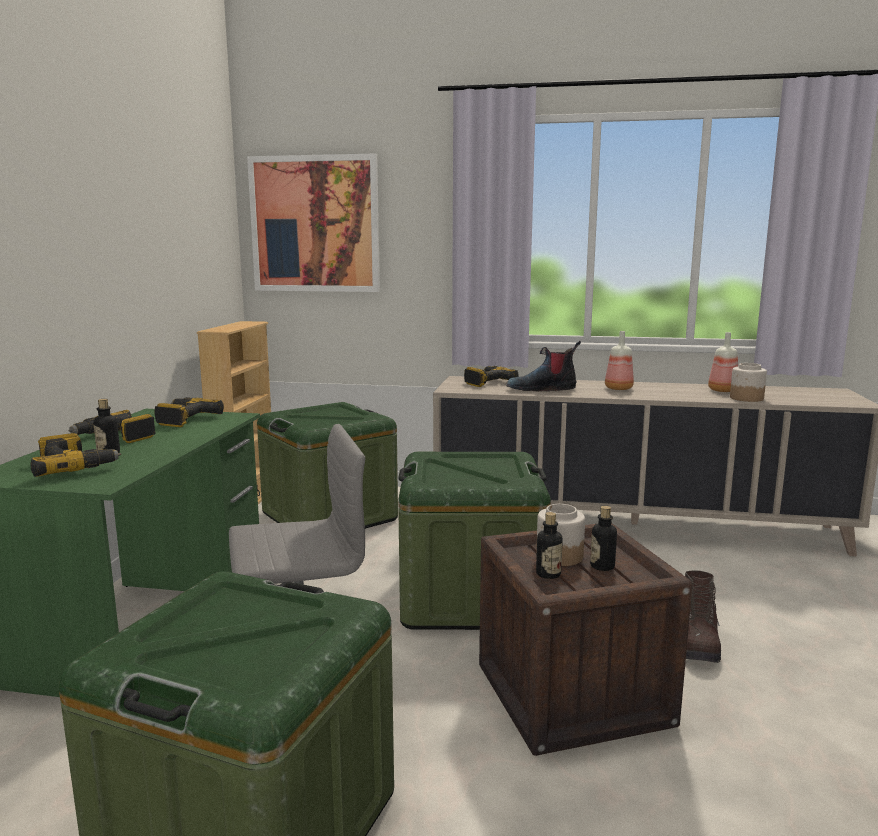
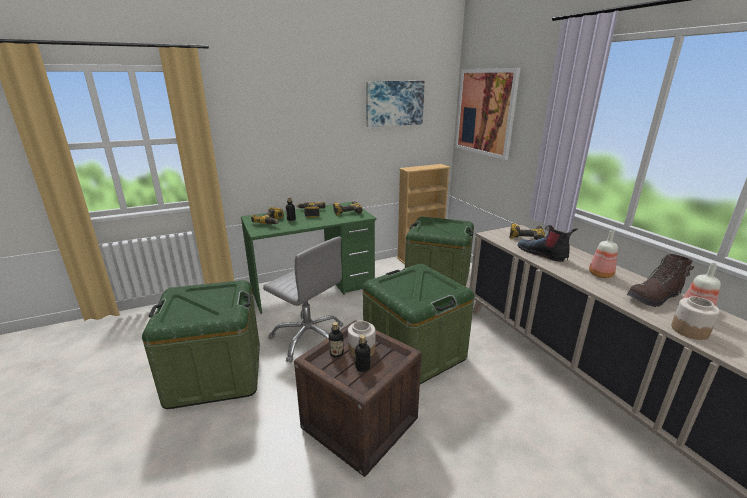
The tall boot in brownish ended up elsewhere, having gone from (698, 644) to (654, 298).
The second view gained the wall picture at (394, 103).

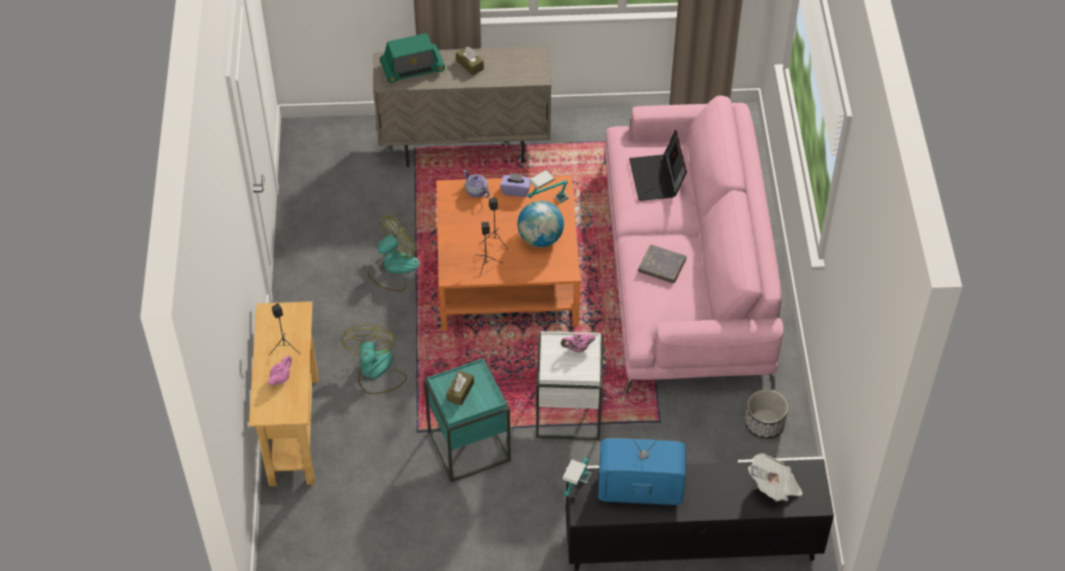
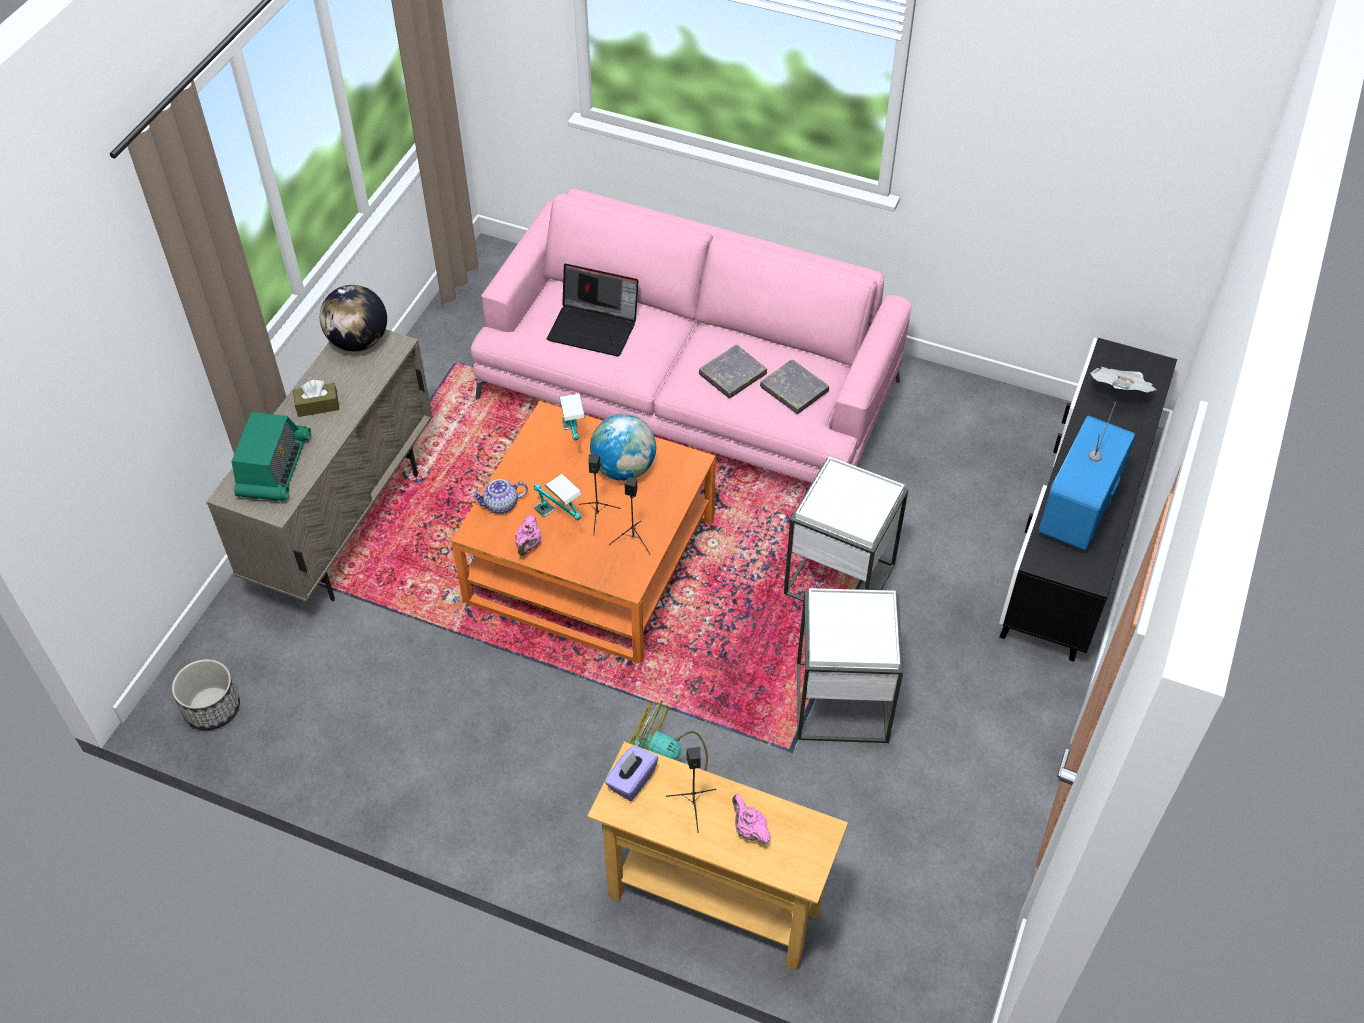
The second view lost the fan at (393, 268).
What was the side table in turquoise-coloured at (468, 446) turned into the side table in white-coloured at (841, 702).
The second view lost the tissue box in brownish at (460, 391).
The tissue box in purplish ended up elsewhere, having gone from (515, 190) to (631, 780).
The pot for tea in pinkish ended up elsewhere, having gone from (577, 348) to (528, 545).
The lamp for a table ended up elsewhere, having gone from (576, 492) to (560, 524).
The plant pot ended up elsewhere, having gone from (764, 424) to (212, 708).
The second view gained the world globe at (358, 341).
The second view gained the bound book in greyish at (794, 390).

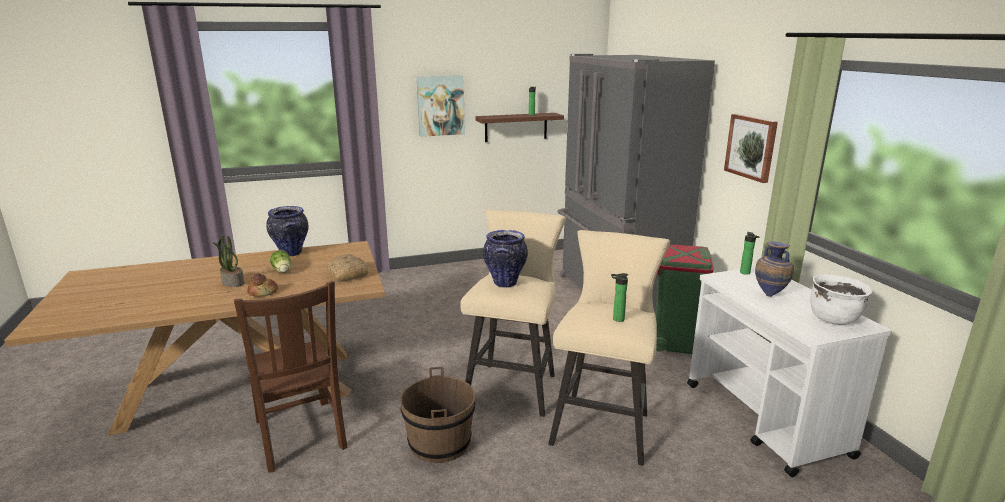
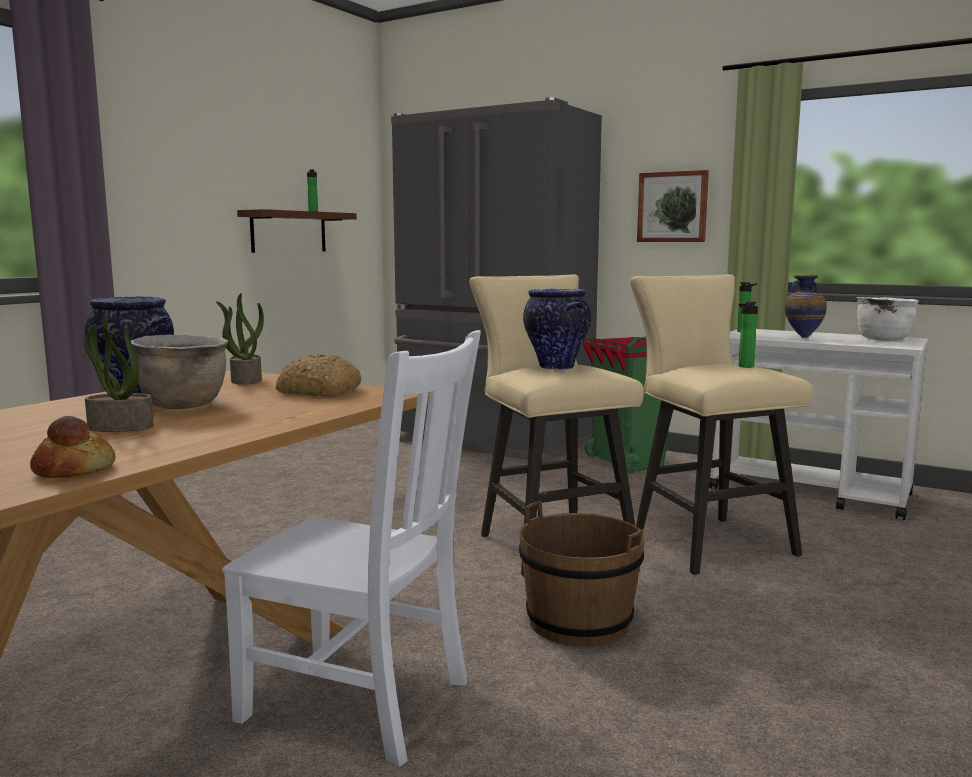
What was the plain chair in brownish at (300, 436) turned into the plain chair in white-coloured at (362, 702).
The bakery bread ended up elsewhere, having gone from (263, 292) to (74, 470).
Where the lettuce stood at (282, 271), the saucepot in brownish came to stand at (184, 405).
The second view lost the wall picture at (440, 106).
The second view gained the plant in a pot at (245, 380).

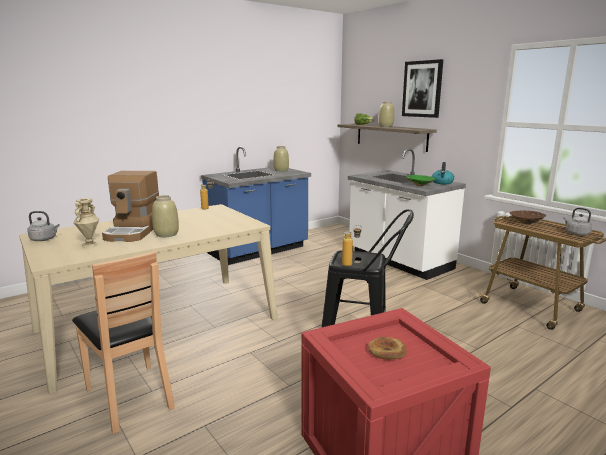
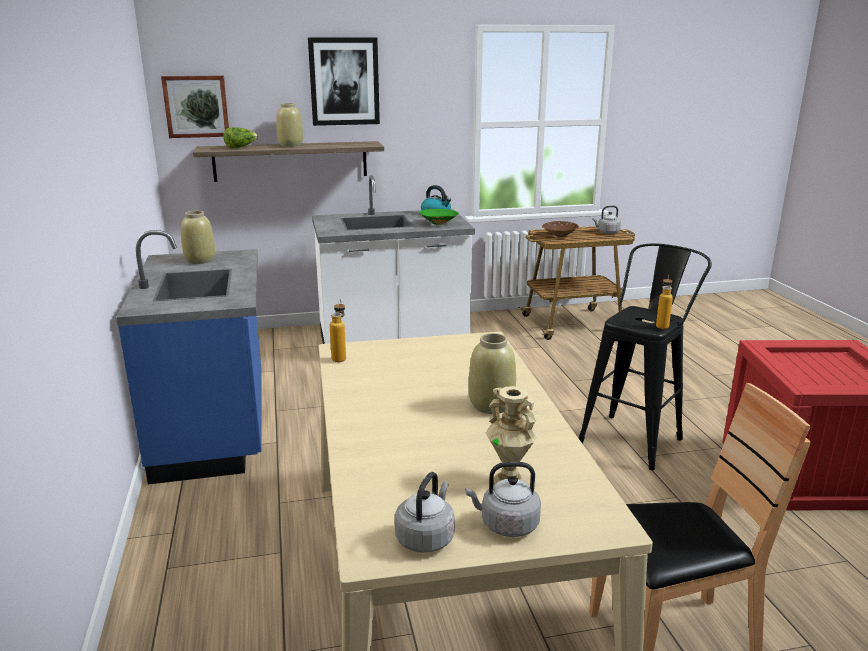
The second view lost the coffee machine at (134, 231).
The second view lost the bakery bread at (387, 351).
The second view gained the wall picture at (196, 106).
The second view gained the tea kettle in greyish at (506, 525).

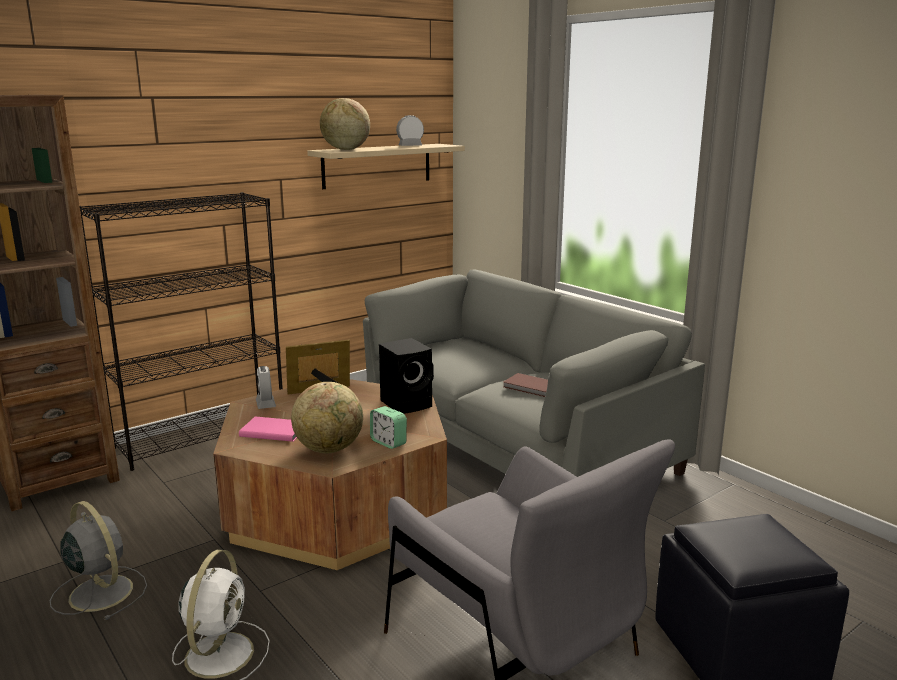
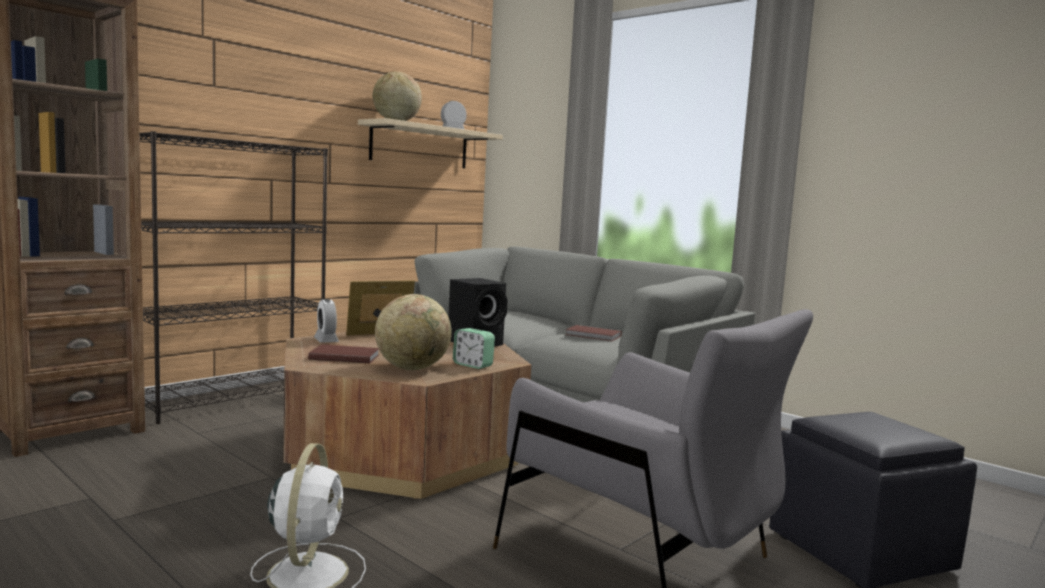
The second view lost the fan in greyish at (99, 592).
What was the bound book in pinkish at (273, 431) turned into the bound book in brownish at (344, 356).

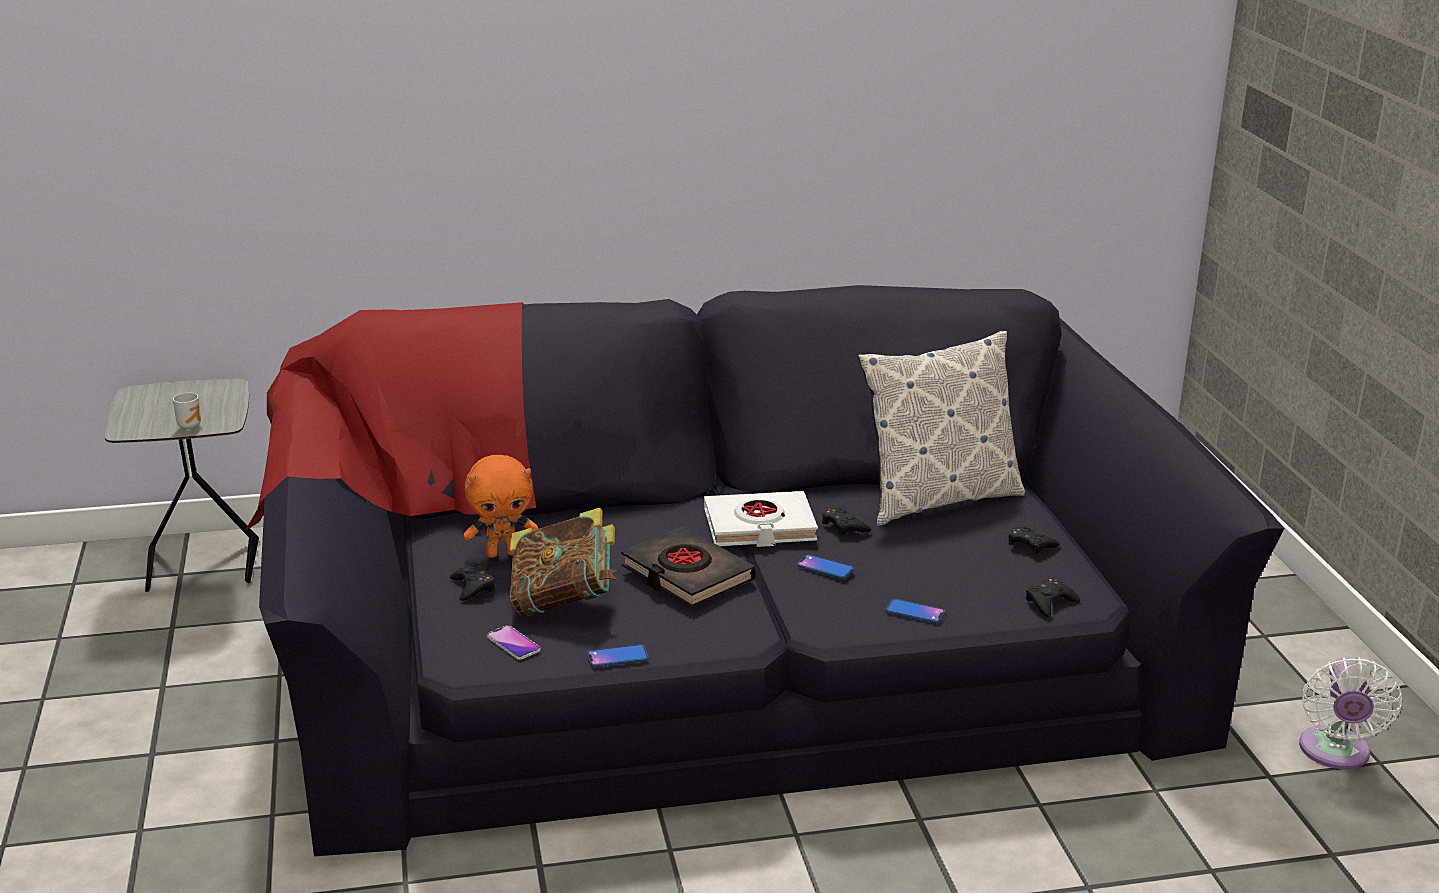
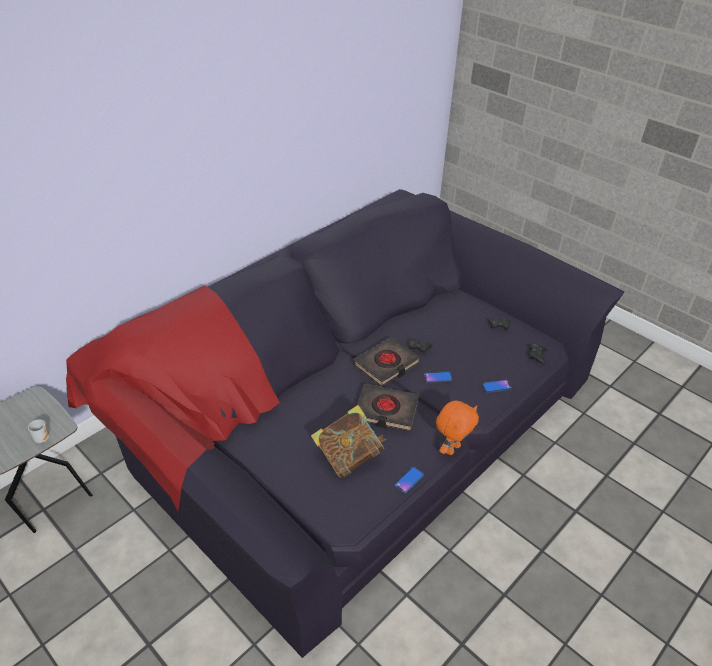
The second view lost the game controller in black-coloured at (473, 587).
The cuddly toy in orangey ended up elsewhere, having gone from (502, 553) to (452, 448).
The second view lost the phone at (513, 644).
What was the bound book in white-coloured at (759, 527) turned into the bound book in black-coloured at (386, 364).
The second view lost the pillow at (937, 498).
The second view lost the fan in white-coloured at (1334, 753).

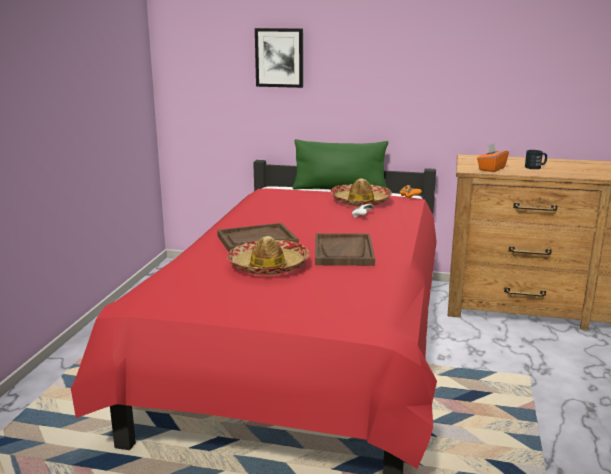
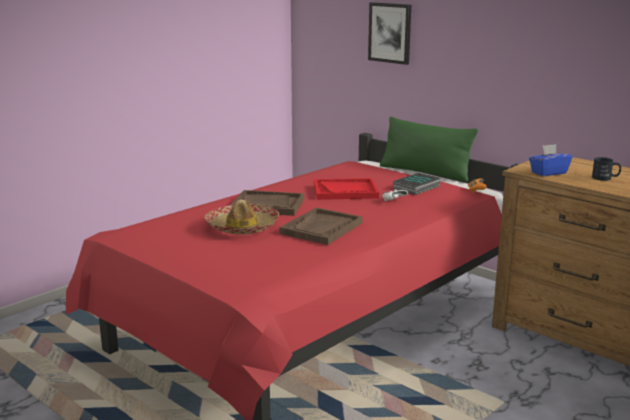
Where the hat stood at (360, 202), the bound book came to stand at (417, 187).
What was the tissue box in orangey at (491, 169) turned into the tissue box in blue at (548, 172).
The second view gained the serving tray in red at (345, 191).

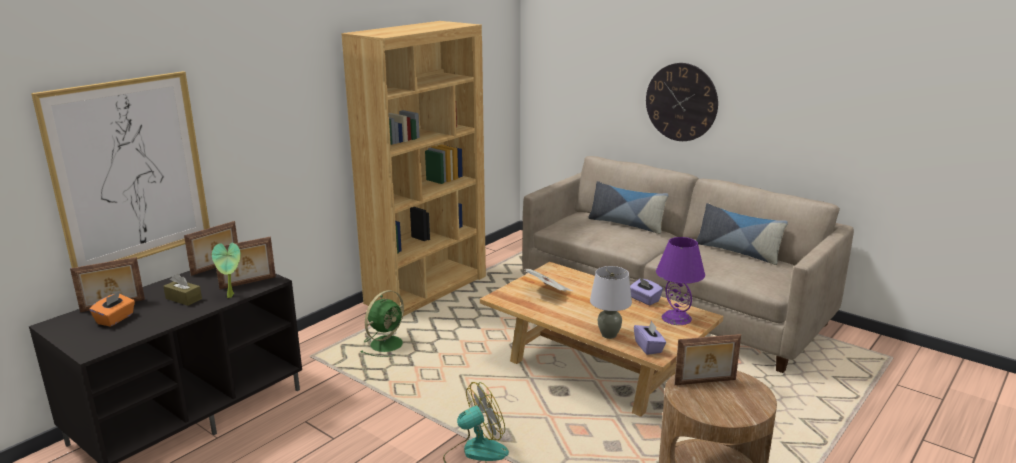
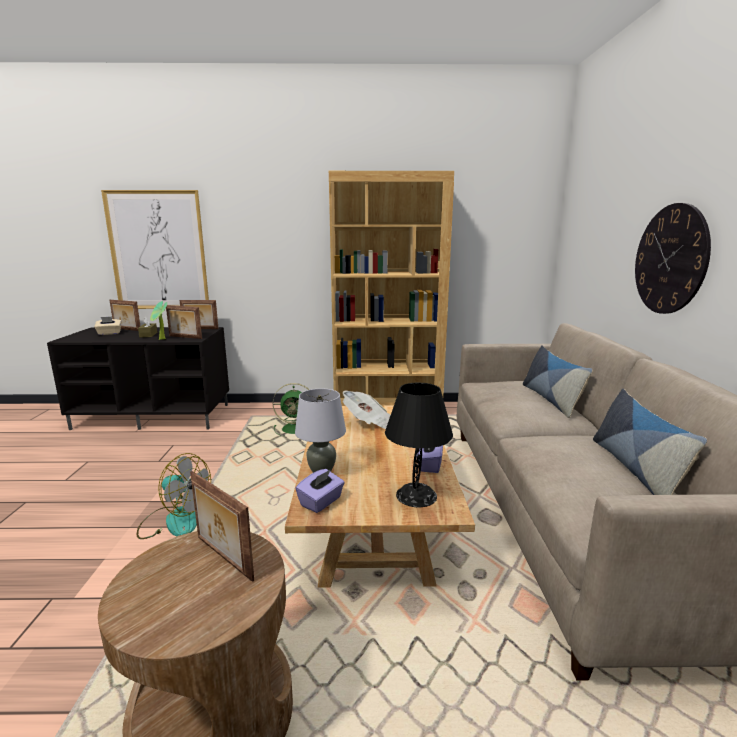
What was the tissue box in orangey at (115, 319) turned into the tissue box in beige-coloured at (109, 333).
What was the lamp for a table in purplish at (676, 318) turned into the lamp for a table in black-coloured at (416, 496).

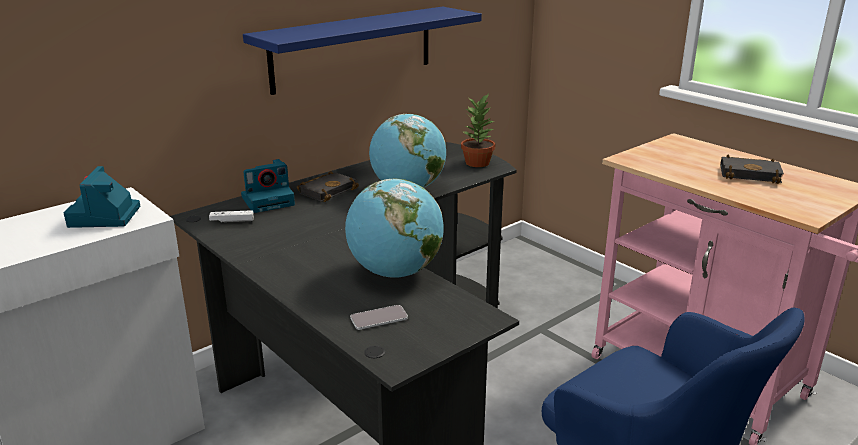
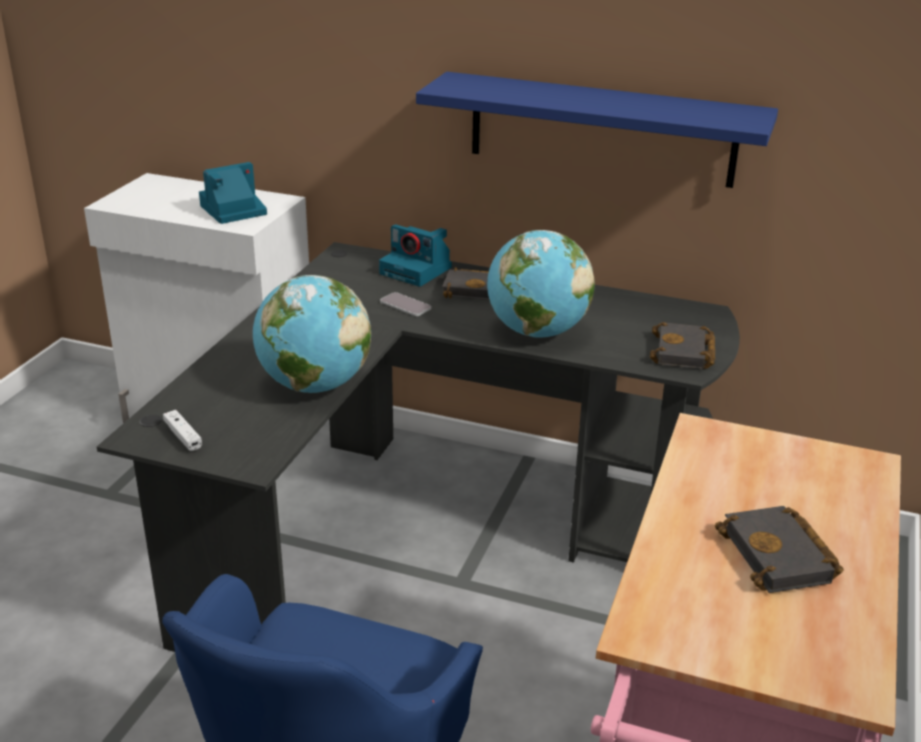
The game controller in white-coloured ended up elsewhere, having gone from (232, 221) to (183, 436).
The phone ended up elsewhere, having gone from (379, 318) to (405, 305).
Where the plant in a pot stood at (478, 163), the bound book in black-coloured came to stand at (684, 353).

